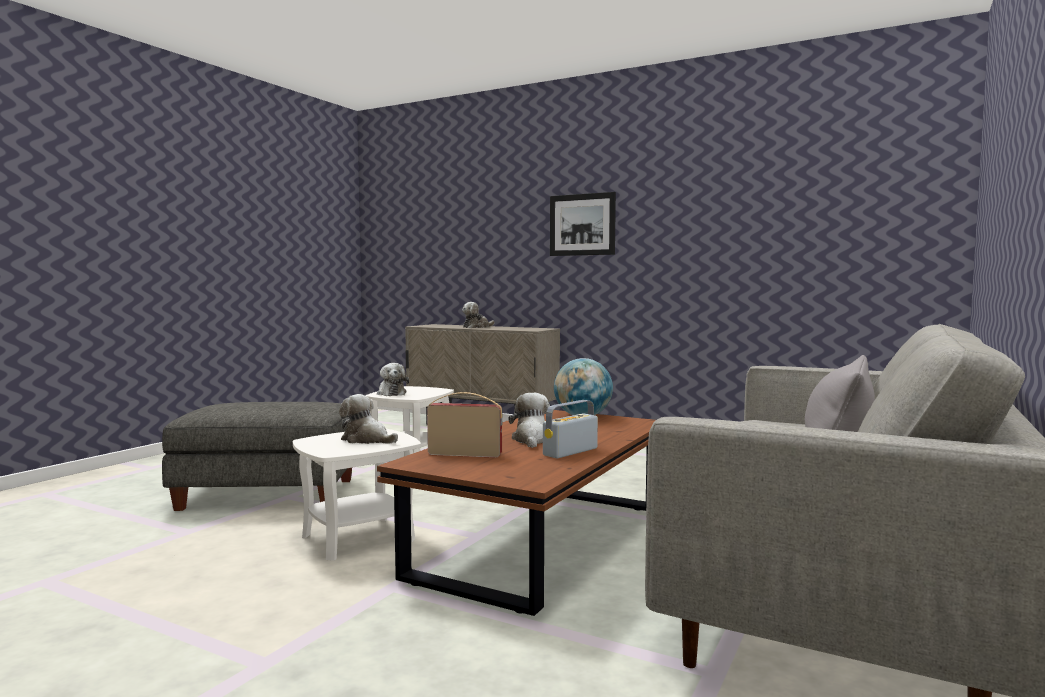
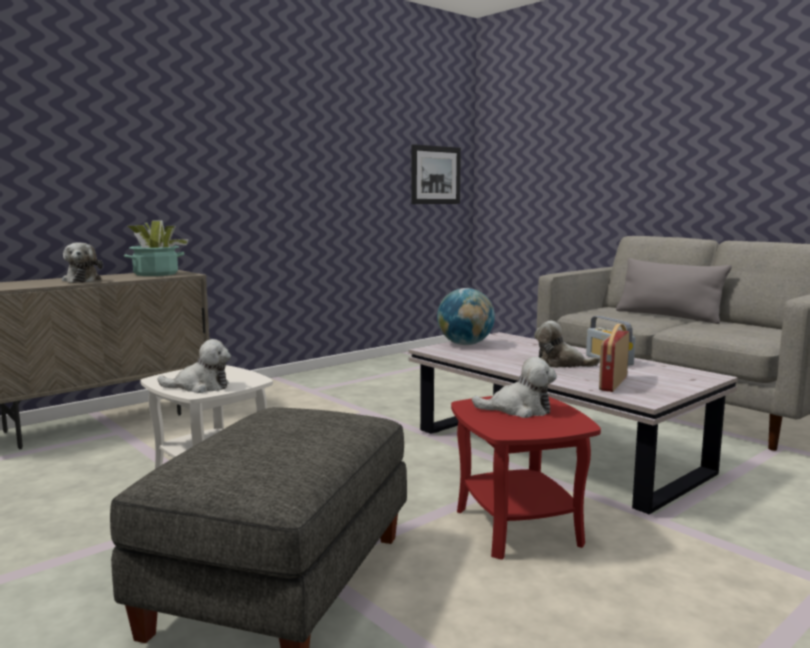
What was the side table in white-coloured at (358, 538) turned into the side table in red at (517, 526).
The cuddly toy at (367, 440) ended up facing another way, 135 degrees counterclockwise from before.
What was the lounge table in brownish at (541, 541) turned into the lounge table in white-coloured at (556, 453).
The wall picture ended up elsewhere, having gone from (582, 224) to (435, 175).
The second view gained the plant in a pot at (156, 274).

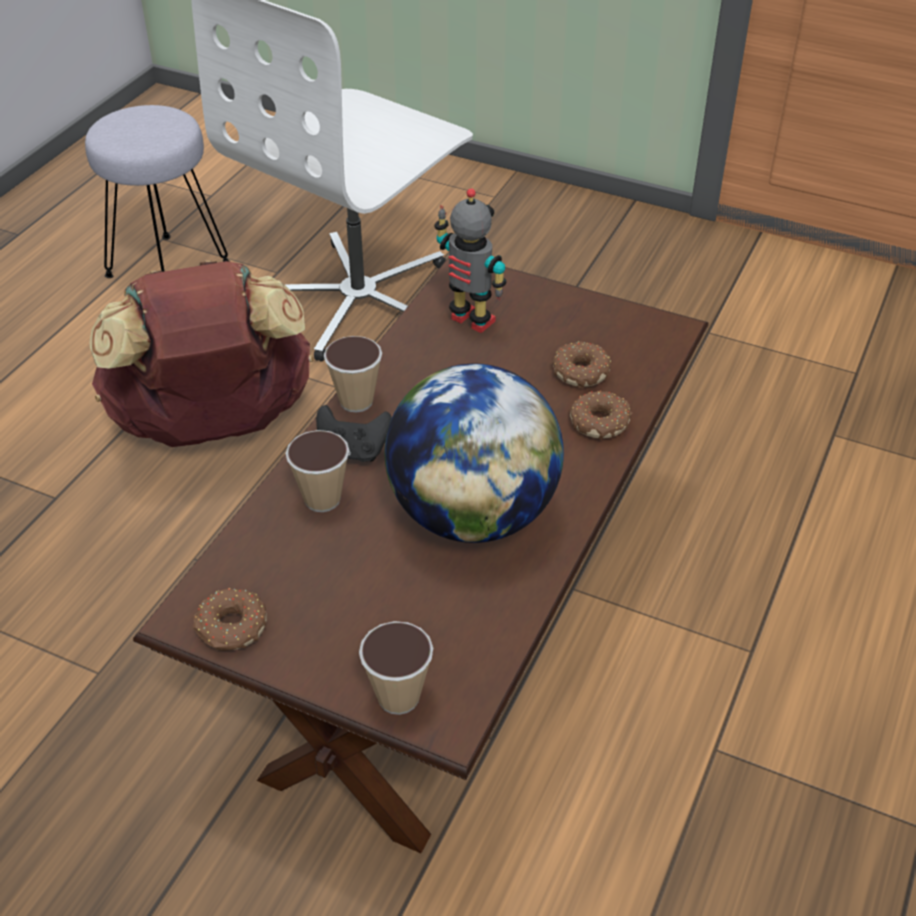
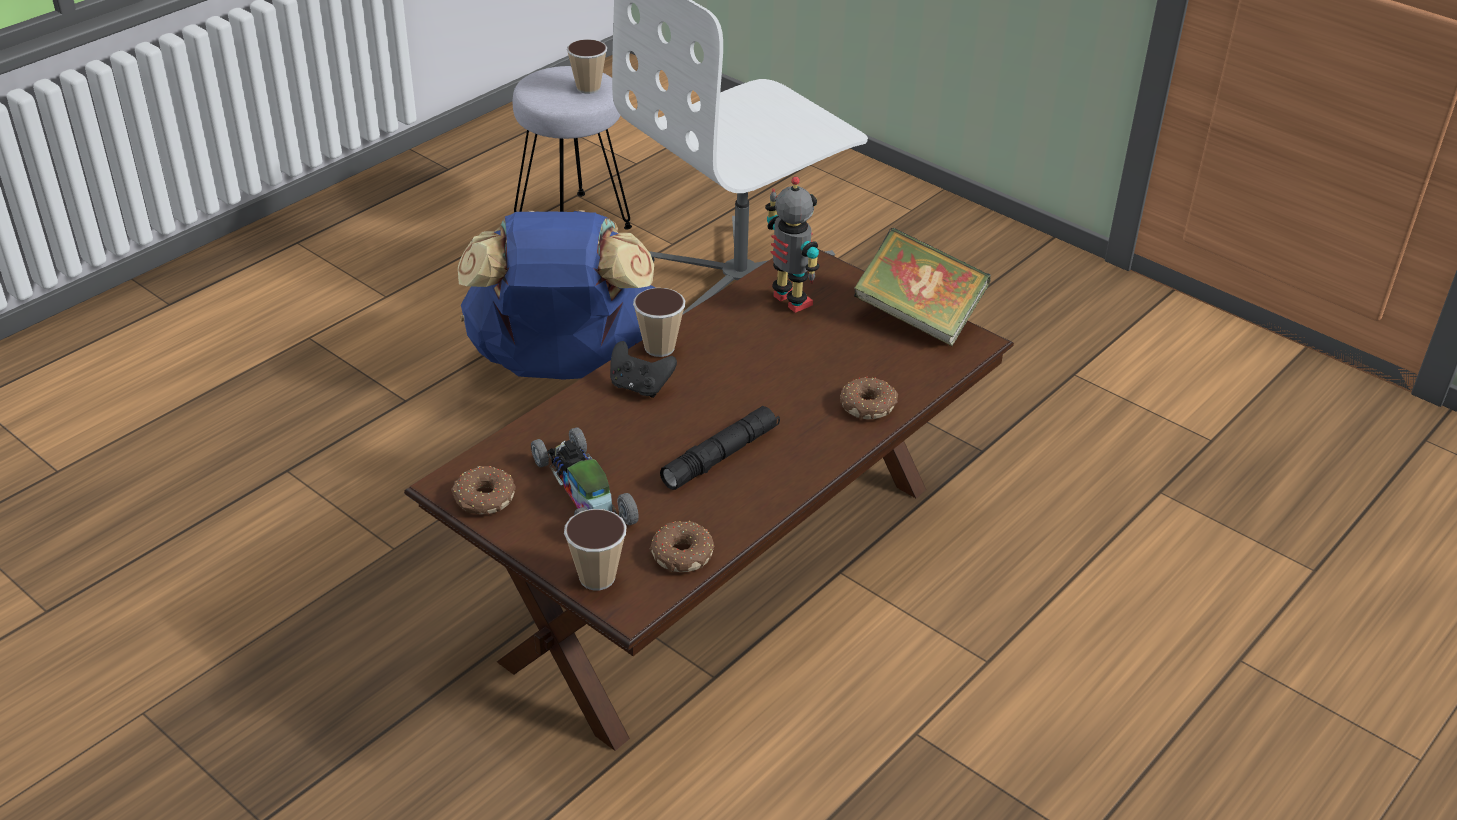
What was the backpack in brownish at (214, 426) turned into the backpack in blue at (565, 367).
The drinking cup ended up elsewhere, having gone from (322, 499) to (588, 88).
Where the world globe stood at (473, 514), the flashlight in black-coloured came to stand at (720, 456).
The donut ended up elsewhere, having gone from (580, 371) to (682, 553).
The second view gained the model car at (582, 492).
The second view gained the bound book at (918, 317).

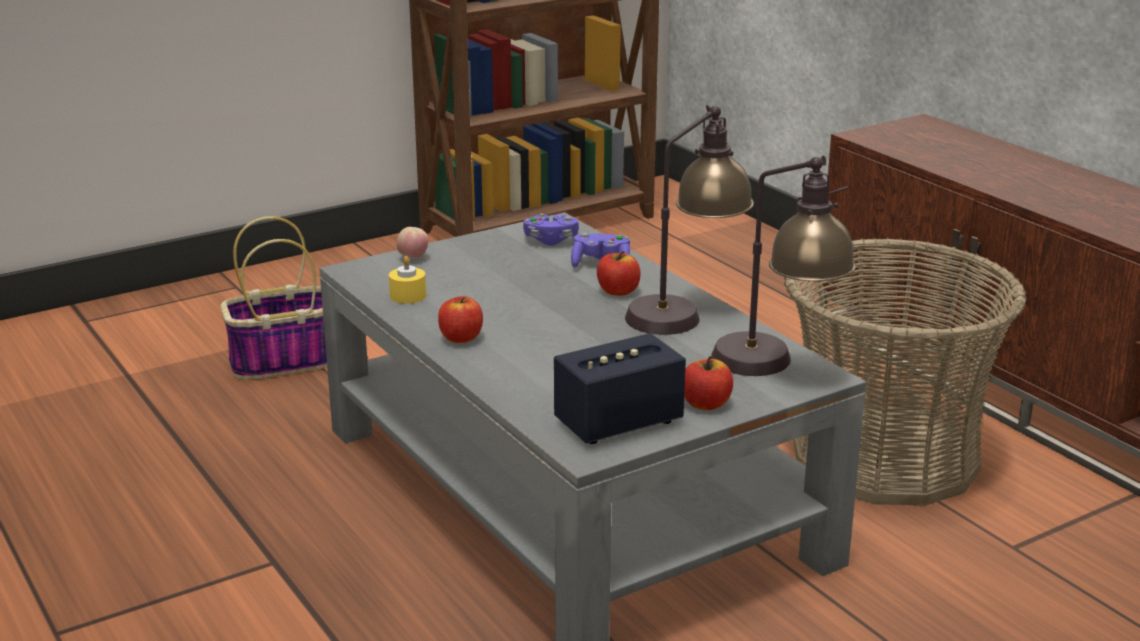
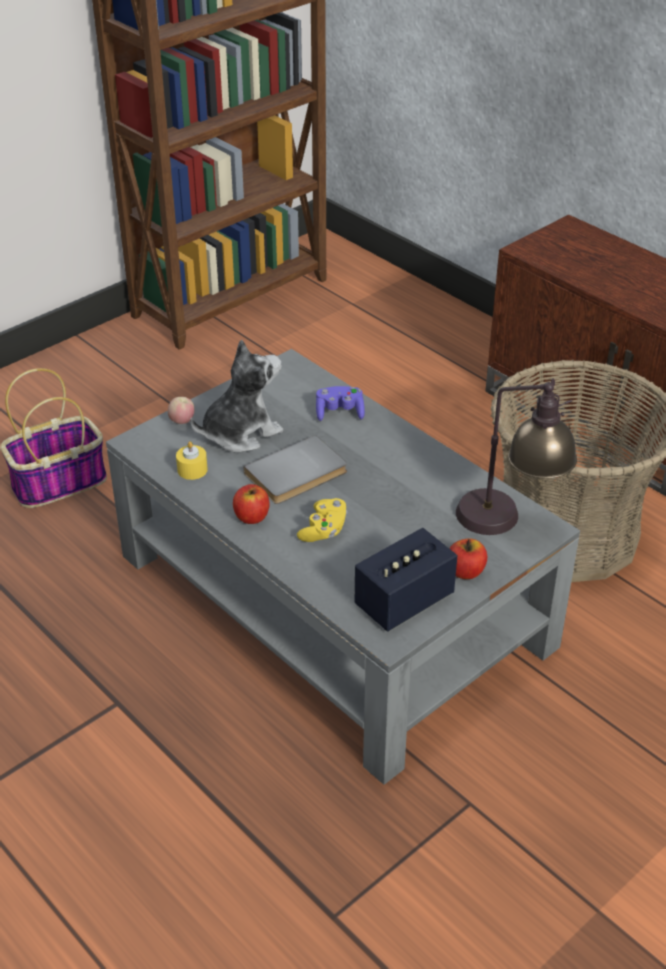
The second view lost the game controller in purplish at (550, 240).
The second view lost the apple fruit at (618, 291).
The second view lost the lamp for a table at (686, 312).
The second view gained the cuddly toy at (240, 433).
The second view gained the bound book in greyish at (298, 474).
The second view gained the game controller in yellow-coloured at (324, 530).

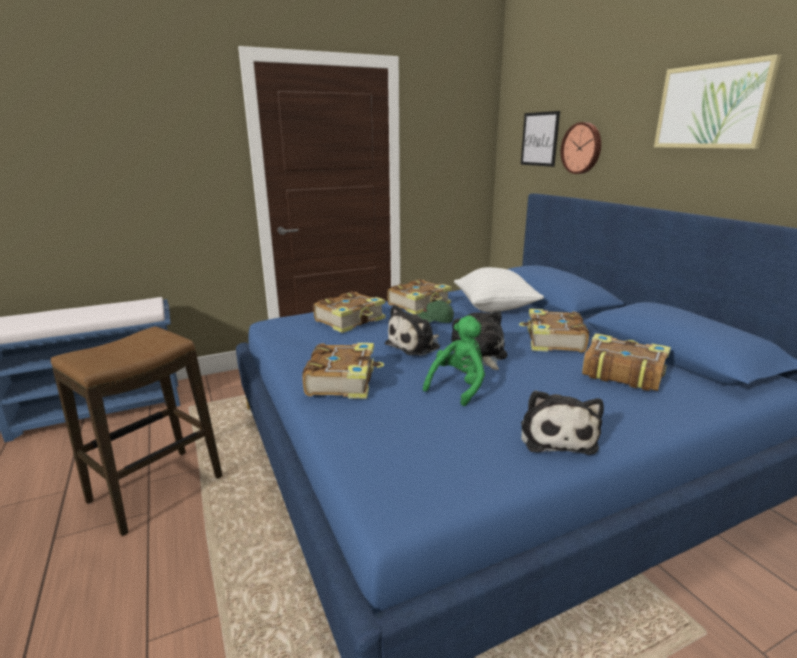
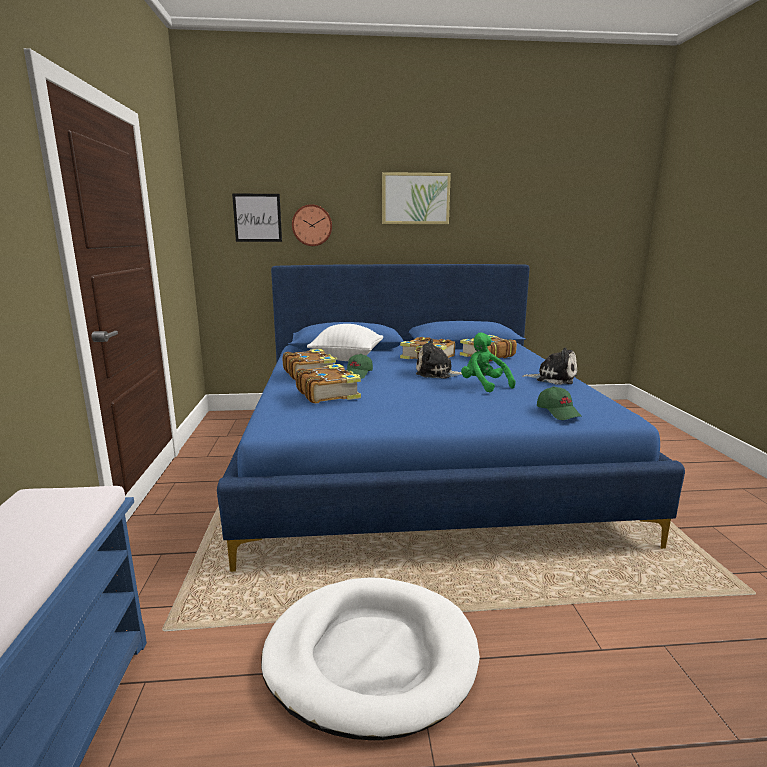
Where the sitting stool stood at (157, 489), the dog cushion in white-coloured came to stand at (370, 657).
The second view lost the bound book at (343, 381).
The second view lost the cuddly toy at (415, 345).
The second view gained the peaked cap in green at (558, 412).

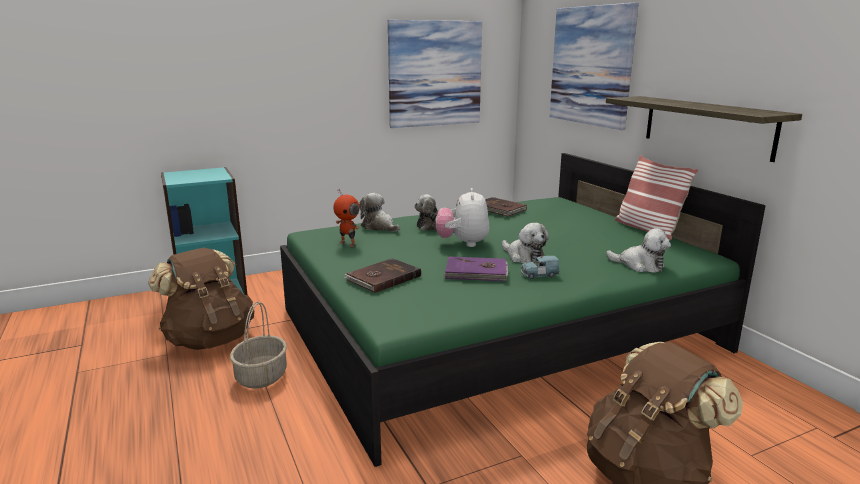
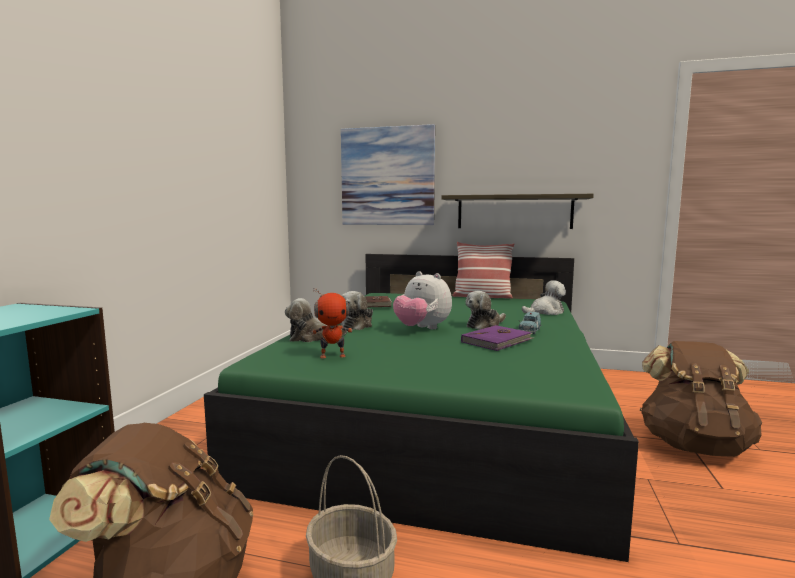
The second view lost the bound book in brownish at (382, 278).
The second view lost the wall picture at (435, 74).
The cuddly toy at (524, 257) ended up facing another way, 135 degrees clockwise from before.

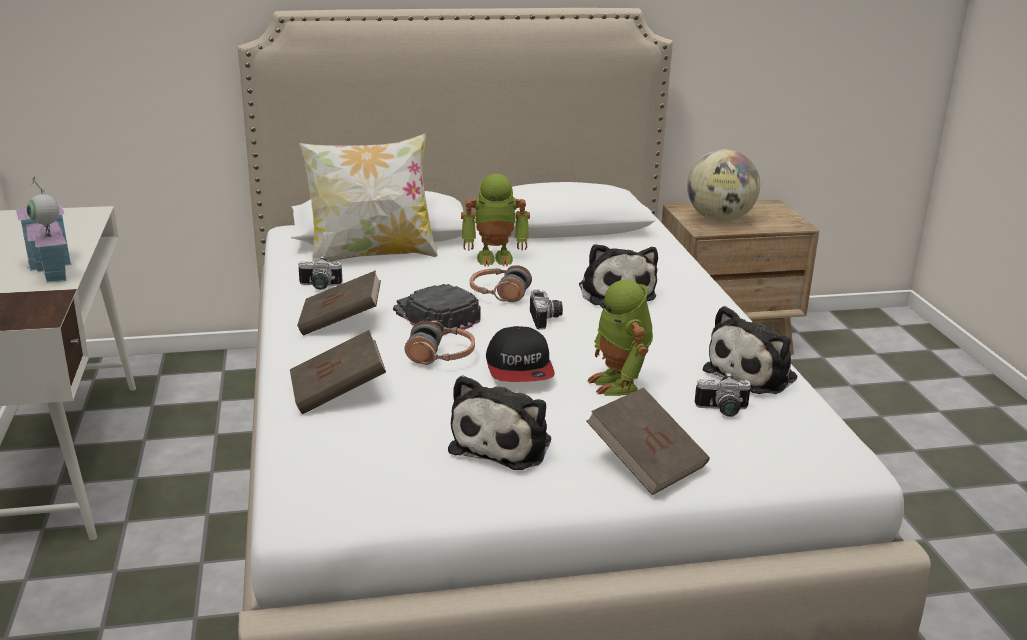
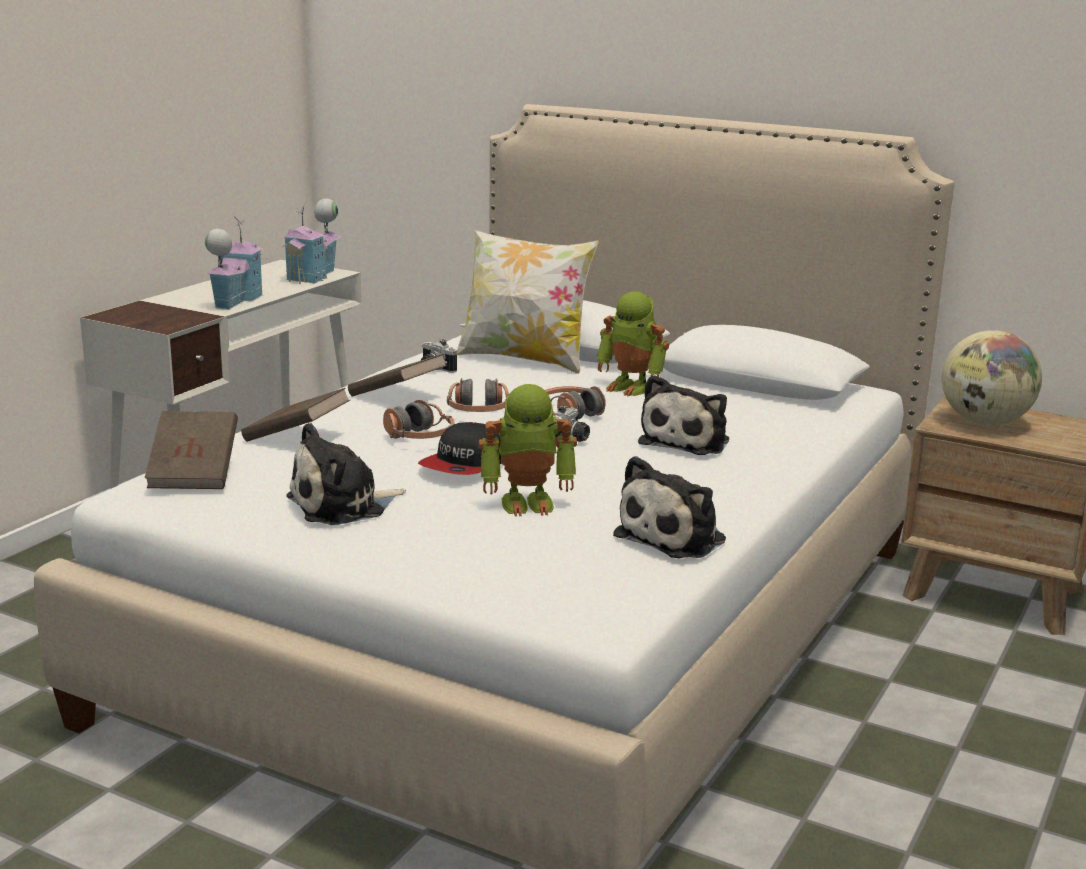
Where the peaked cap in black-coloured stood at (435, 316), the pair of headphones came to stand at (478, 412).
The bound book in brownish ended up elsewhere, having gone from (646, 462) to (194, 473).
The robot figure at (620, 384) ended up facing another way, 120 degrees counterclockwise from before.
The second view lost the still camera at (722, 411).
The cuddly toy at (754, 374) ended up facing another way, 45 degrees counterclockwise from before.
The second view gained the miniature house at (314, 276).

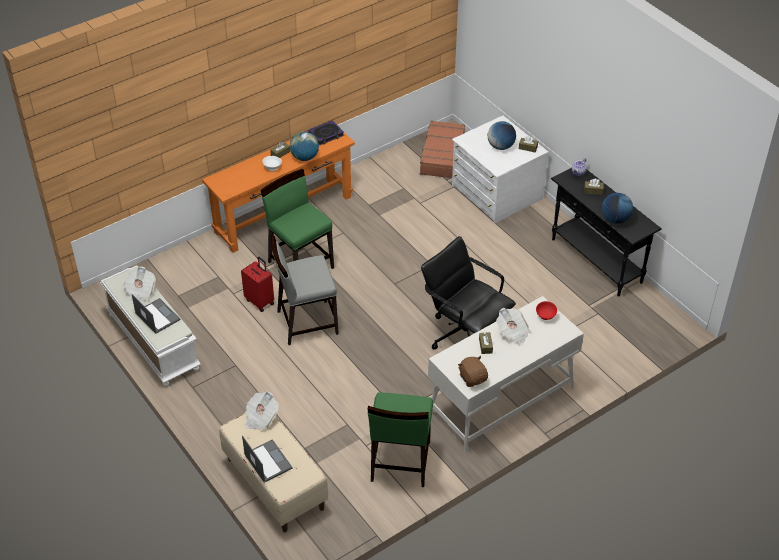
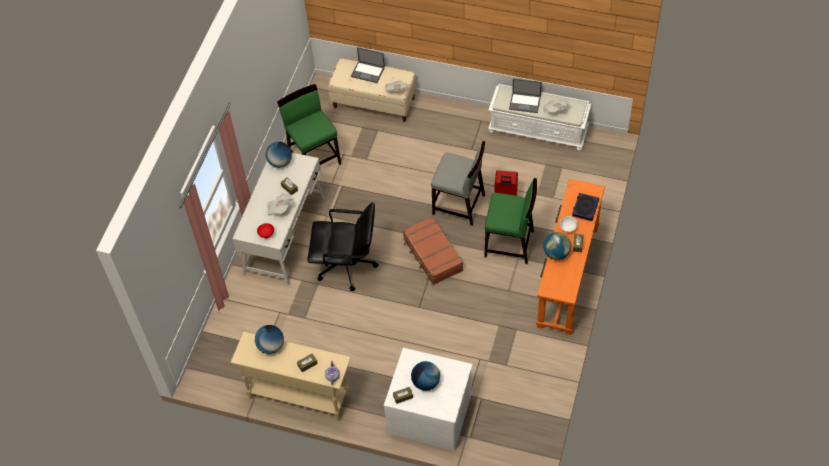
The plain chair in greyish at (306, 322) ended up facing another way, 75 degrees clockwise from before.
The bound book ended up elsewhere, having gone from (326, 135) to (585, 208).
The travel case in brownish ended up elsewhere, having gone from (443, 156) to (432, 255).
Where the cuddly toy in brownish stood at (473, 378), the world globe came to stand at (280, 162).
What was the console table in black-coloured at (596, 261) turned into the console table in beige-coloured at (299, 396).

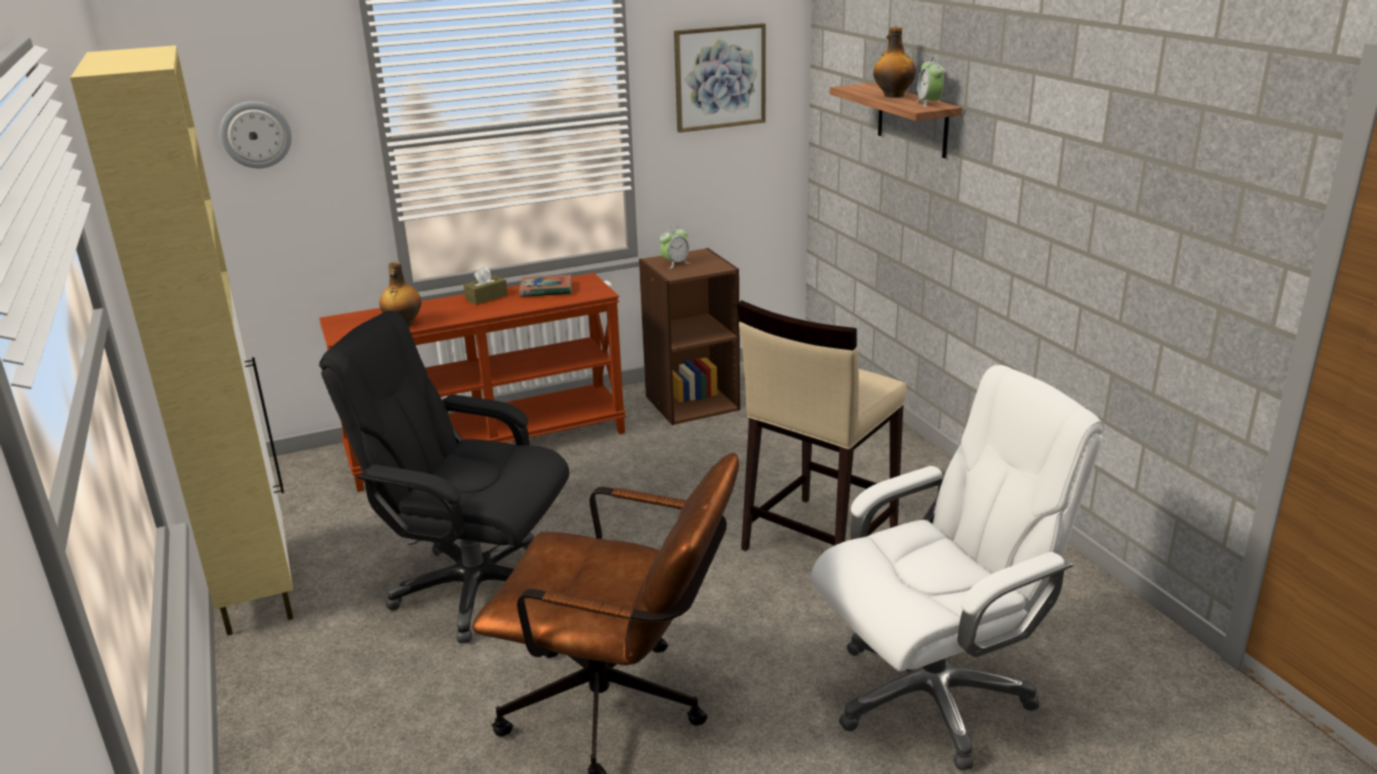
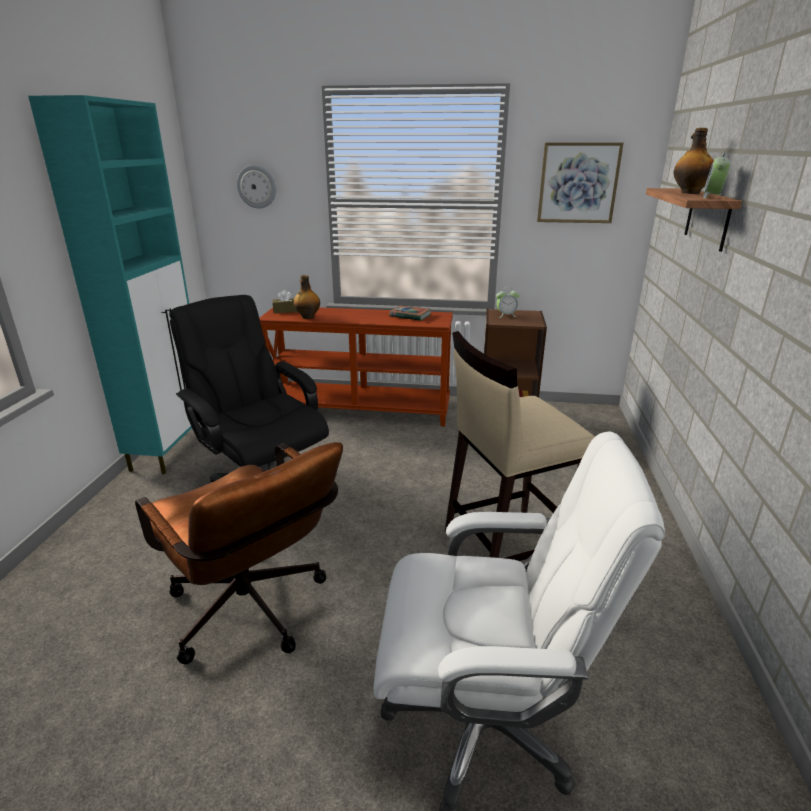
What was the cupboard in beige-coloured at (257, 585) turned into the cupboard in turquoise-coloured at (171, 449).
The tissue box in brownish ended up elsewhere, having gone from (486, 297) to (286, 311).

